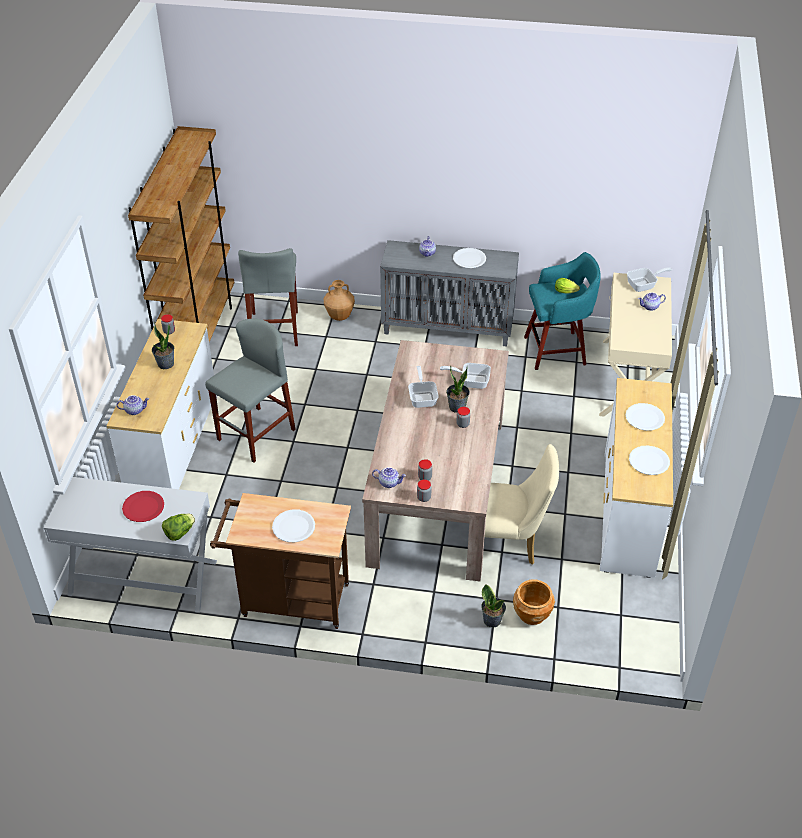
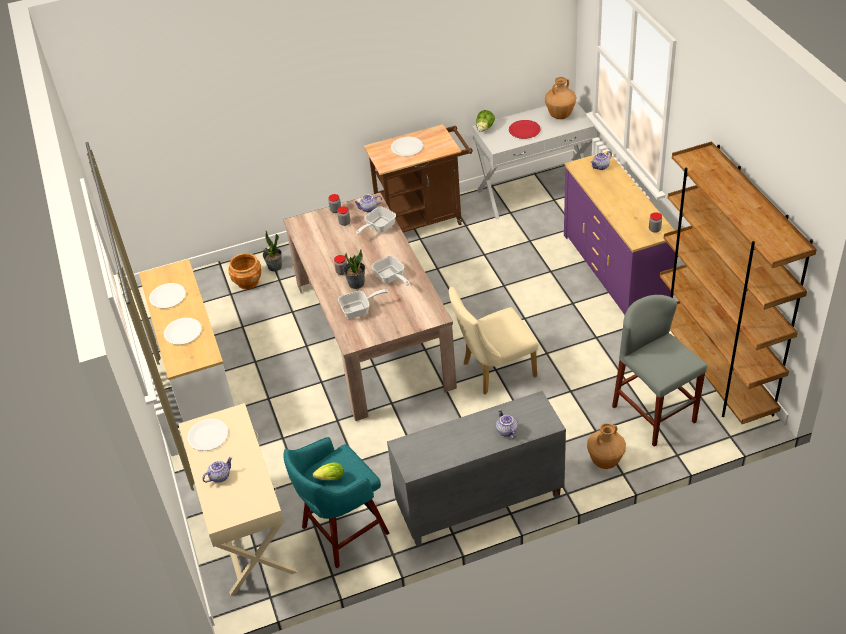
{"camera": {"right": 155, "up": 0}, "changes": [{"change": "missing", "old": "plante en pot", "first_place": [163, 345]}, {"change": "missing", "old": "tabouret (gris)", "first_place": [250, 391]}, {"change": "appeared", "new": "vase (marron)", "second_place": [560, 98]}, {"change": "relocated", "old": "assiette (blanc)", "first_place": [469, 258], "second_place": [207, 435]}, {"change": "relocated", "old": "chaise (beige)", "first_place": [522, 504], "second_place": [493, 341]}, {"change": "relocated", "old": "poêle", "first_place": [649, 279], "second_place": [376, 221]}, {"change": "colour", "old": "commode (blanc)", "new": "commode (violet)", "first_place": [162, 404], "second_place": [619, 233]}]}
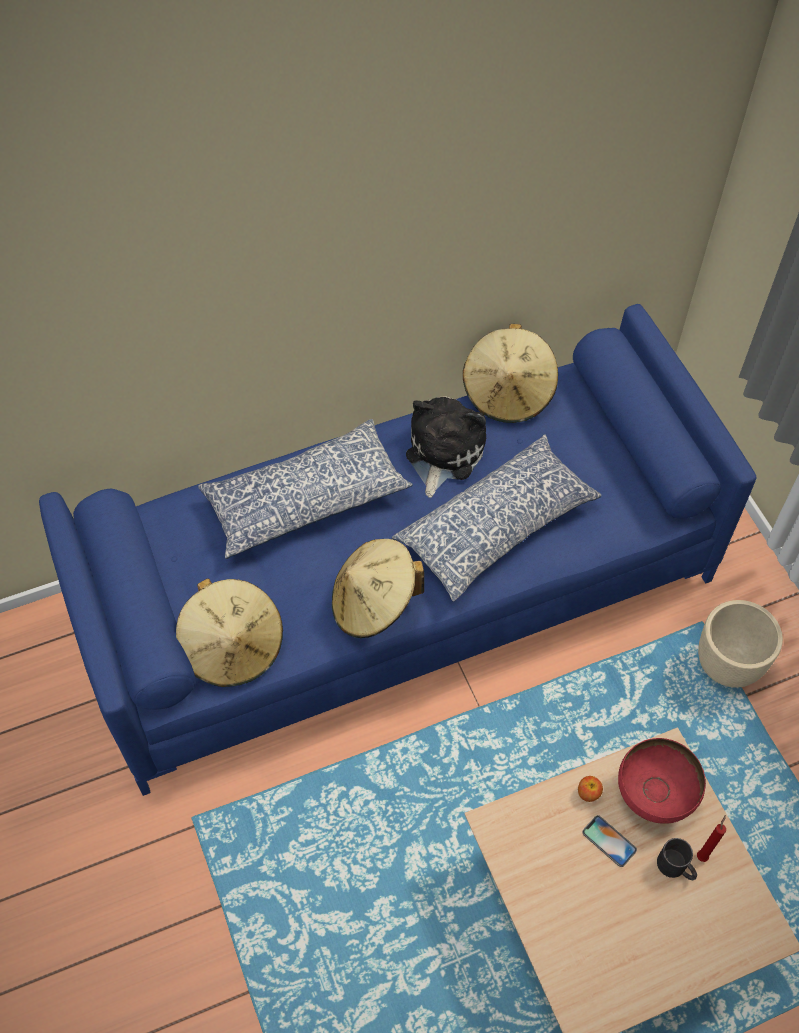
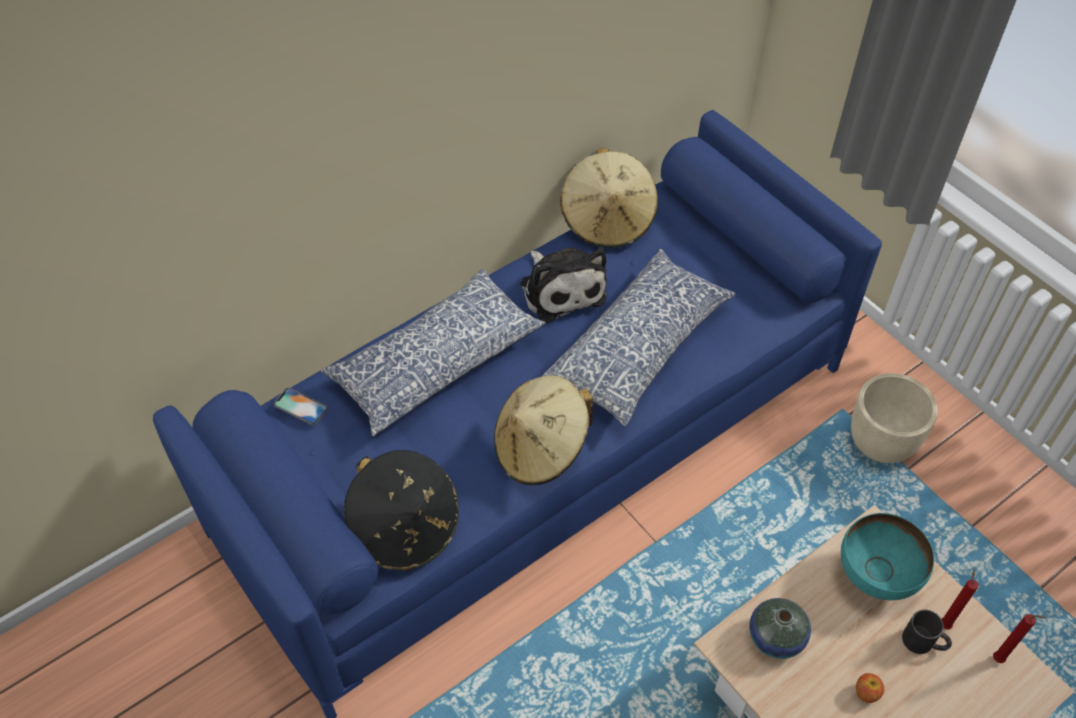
{"camera": {"right": -15, "up": -5}, "changes": [{"change": "appeared", "new": "vase", "second_place": [780, 628]}, {"change": "appeared", "new": "bougie (rouge)", "second_place": [1020, 638]}, {"change": "relocated", "old": "pomme", "first_place": [590, 789], "second_place": [870, 688]}, {"change": "relocated", "old": "téléphone", "first_place": [609, 841], "second_place": [301, 407]}, {"change": "colour", "old": "chapeau (beige)", "new": "chapeau (noir)", "first_place": [229, 633], "second_place": [401, 510]}, {"change": "colour", "old": "bol (rouge)", "new": "bol (turquoise)", "first_place": [662, 781], "second_place": [887, 556]}, {"change": "spun", "old": "peluche", "first_place": [446, 447], "second_place": [563, 285], "degrees": 150}]}
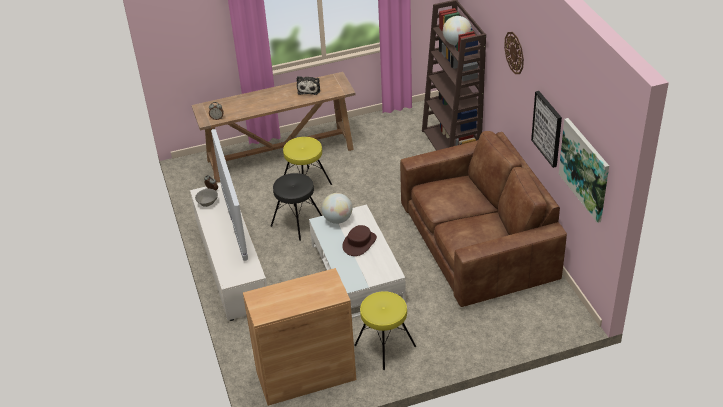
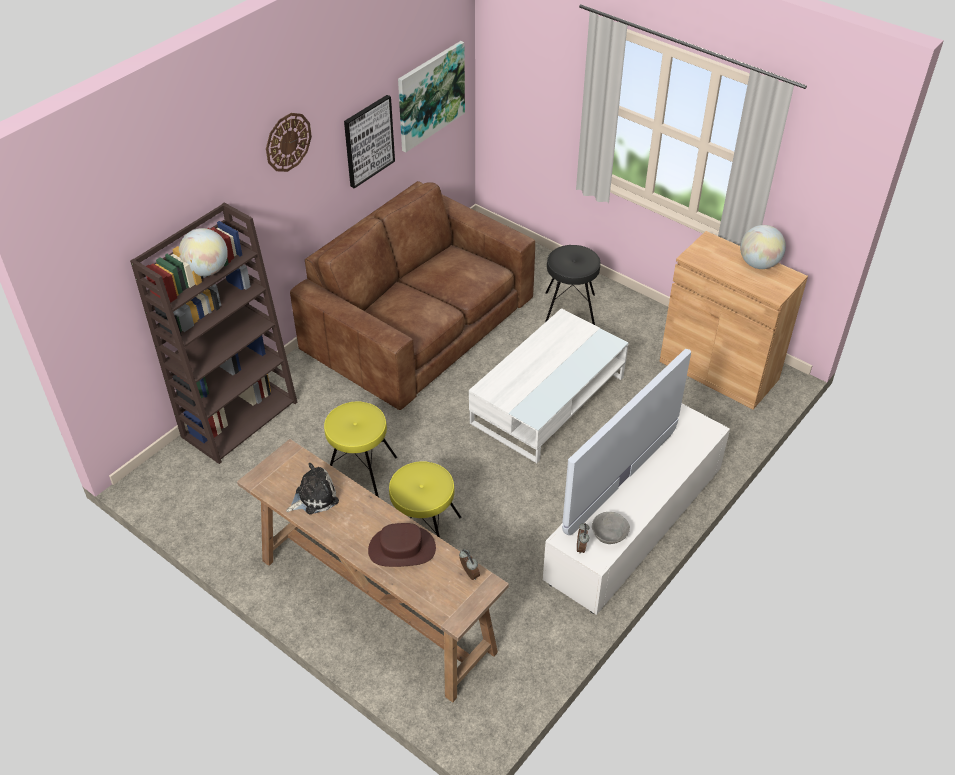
{"camera": {"right": -125, "up": 5}, "changes": [{"change": "relocated", "old": "tabouret (noir)", "first_place": [296, 207], "second_place": [572, 285]}, {"change": "relocated", "old": "globe", "first_place": [337, 208], "second_place": [763, 247]}, {"change": "relocated", "old": "chapeau (marron)", "first_place": [359, 240], "second_place": [402, 545]}, {"change": "relocated", "old": "tabouret (jaune)", "first_place": [385, 330], "second_place": [360, 449]}]}
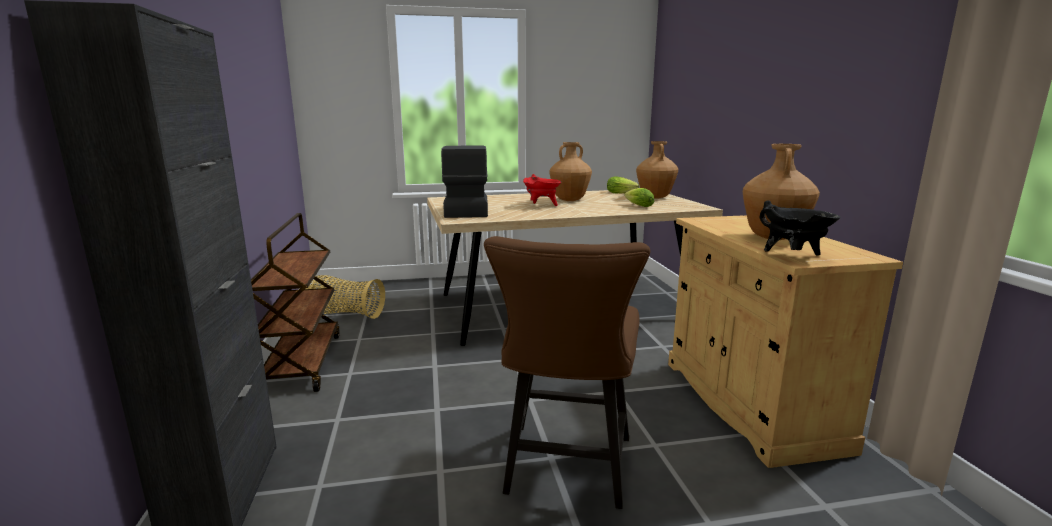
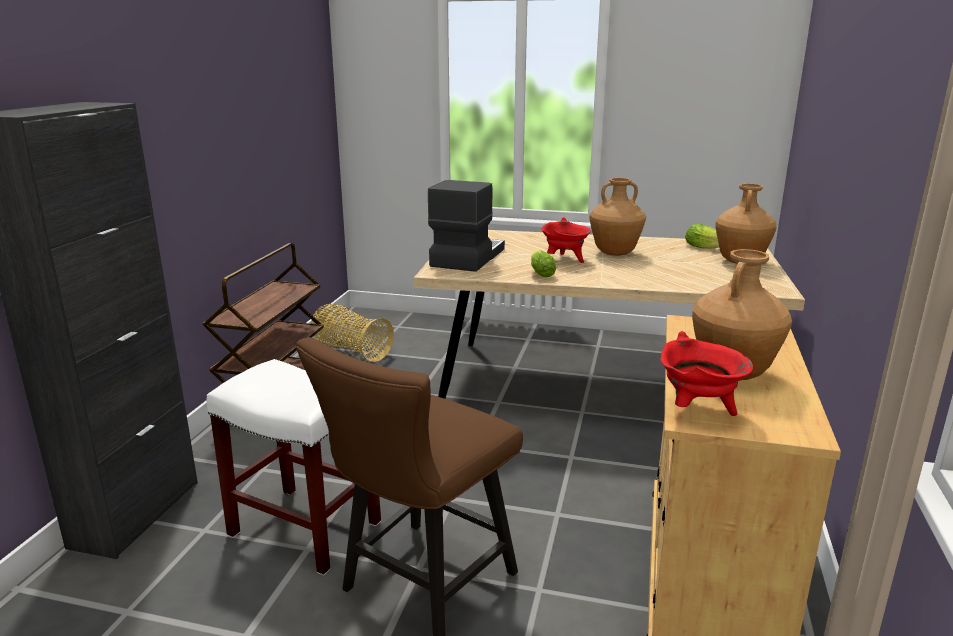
{"camera": {"right": 25, "up": 5}, "changes": [{"change": "appeared", "new": "tabouret (blanc)", "second_place": [294, 467]}, {"change": "relocated", "old": "laitue", "first_place": [639, 197], "second_place": [543, 263]}, {"change": "colour", "old": "marmite (noir)", "new": "marmite (rouge)", "first_place": [800, 228], "second_place": [706, 373]}]}
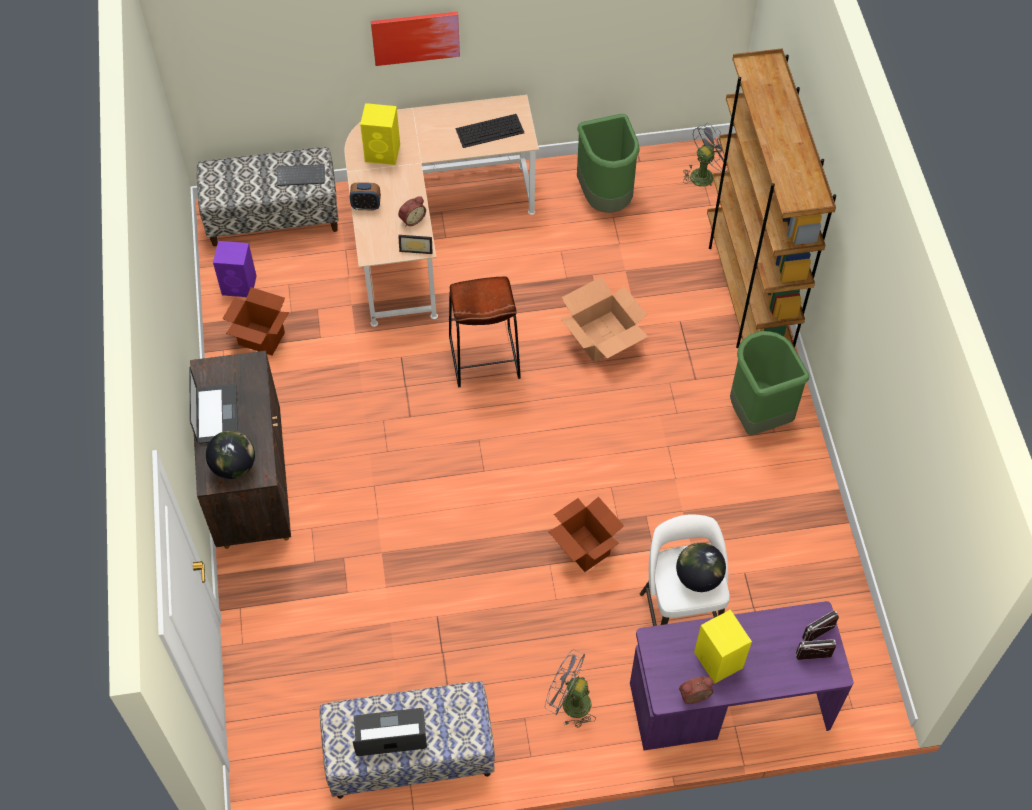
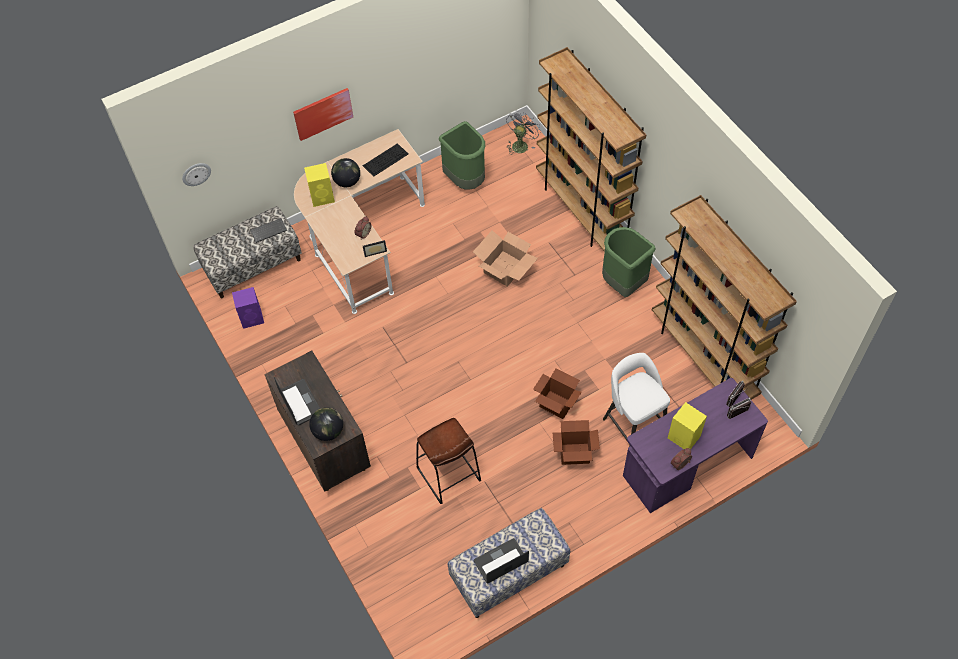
{"camera": {"right": -20, "up": 0}, "changes": [{"change": "missing", "old": "réveil", "first_place": [365, 196]}, {"change": "missing", "old": "ventilateur (gris)", "first_place": [570, 688]}, {"change": "appeared", "new": "horloge murale", "second_place": [196, 174]}, {"change": "appeared", "new": "bibliothèque (marron)", "second_place": [724, 297]}, {"change": "relocated", "old": "carton", "first_place": [255, 321], "second_place": [576, 442]}, {"change": "relocated", "old": "tabouret (marron)", "first_place": [485, 332], "second_place": [448, 461]}, {"change": "relocated", "old": "globe", "first_place": [701, 567], "second_place": [345, 172]}]}
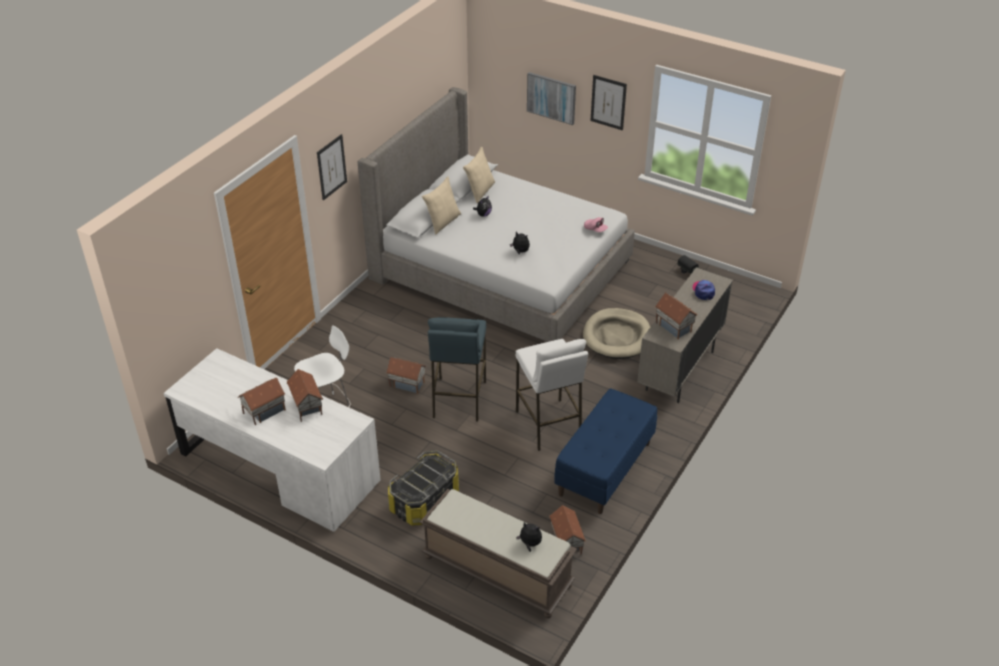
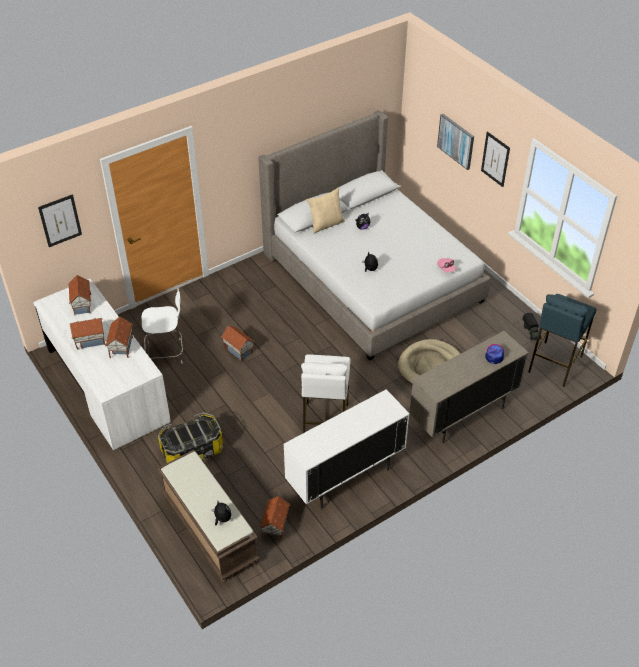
{"camera": {"right": 25, "up": 5}, "changes": [{"change": "missing", "old": "coussin (beige)", "first_place": [479, 175]}, {"change": "relocated", "old": "tableau", "first_place": [332, 167], "second_place": [60, 220]}, {"change": "relocated", "old": "tabouret (bleu)", "first_place": [457, 369], "second_place": [562, 340]}, {"change": "relocated", "old": "maison miniature", "first_place": [676, 316], "second_place": [79, 295]}, {"change": "exchanged", "old": "banc (bleu)", "new": "meuble de rangement (blanc)", "first_place": [605, 451], "second_place": [346, 448]}]}
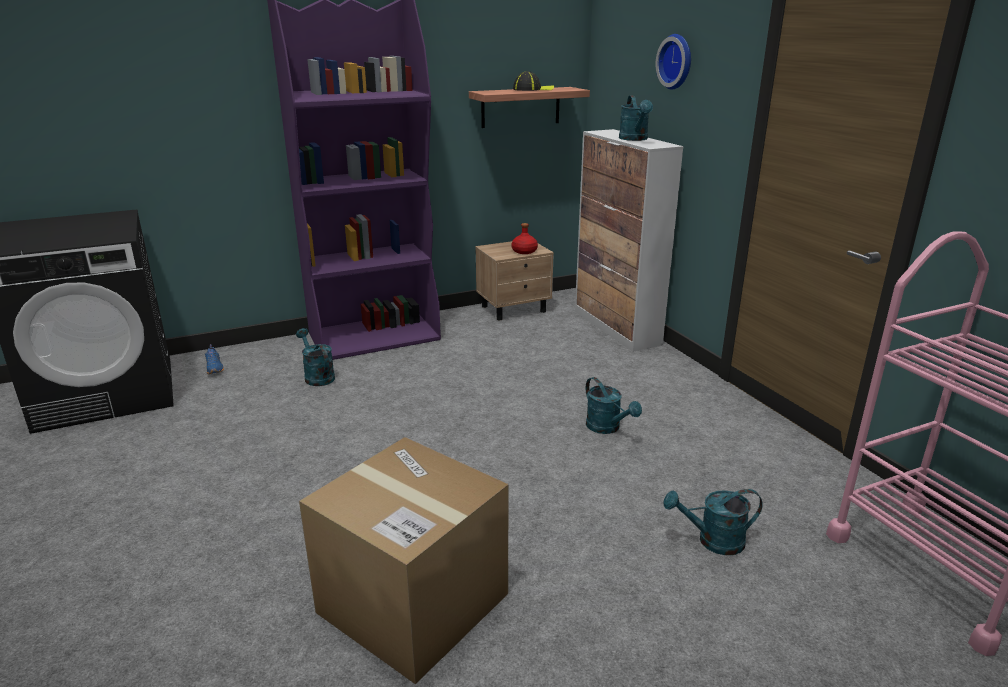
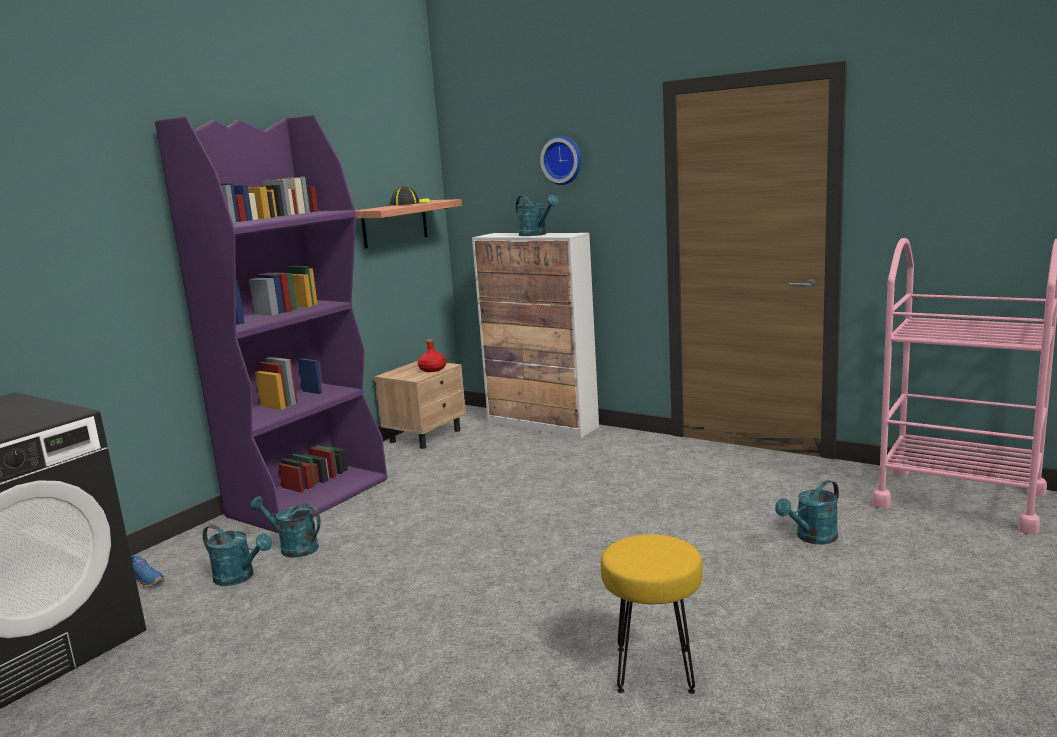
{"camera": {"right": -30, "up": -10}, "changes": [{"change": "relocated", "old": "arrosoir (turquoise)", "first_place": [614, 405], "second_place": [237, 555]}, {"change": "exchanged", "old": "carton", "new": "tabouret (jaune)", "first_place": [404, 560], "second_place": [652, 614]}]}
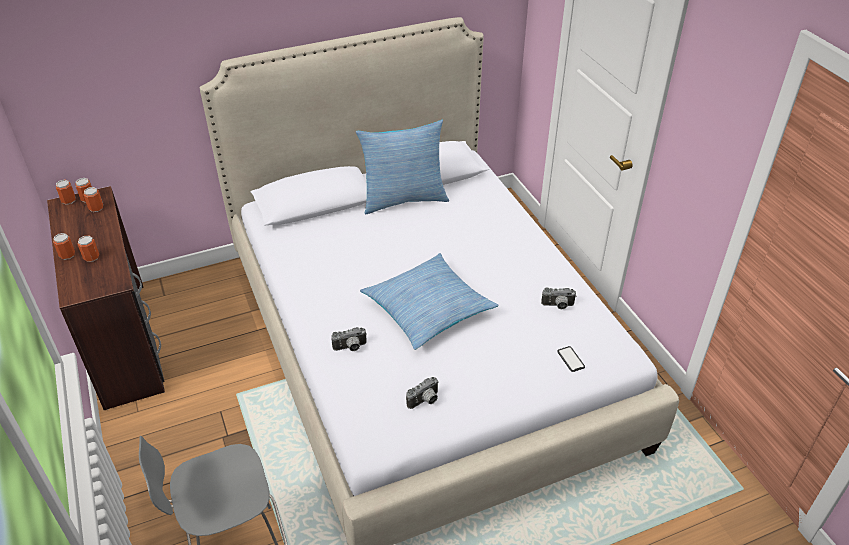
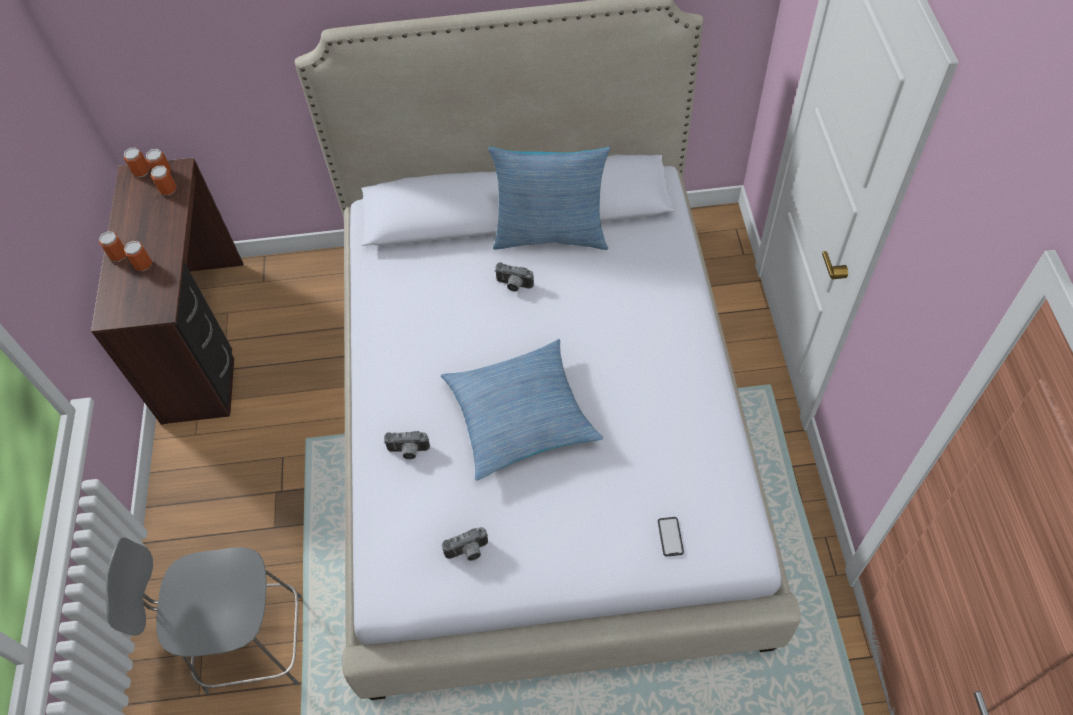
{"camera": {"right": 20, "up": 15}, "changes": [{"change": "relocated", "old": "appareil photo", "first_place": [558, 298], "second_place": [514, 277]}]}
